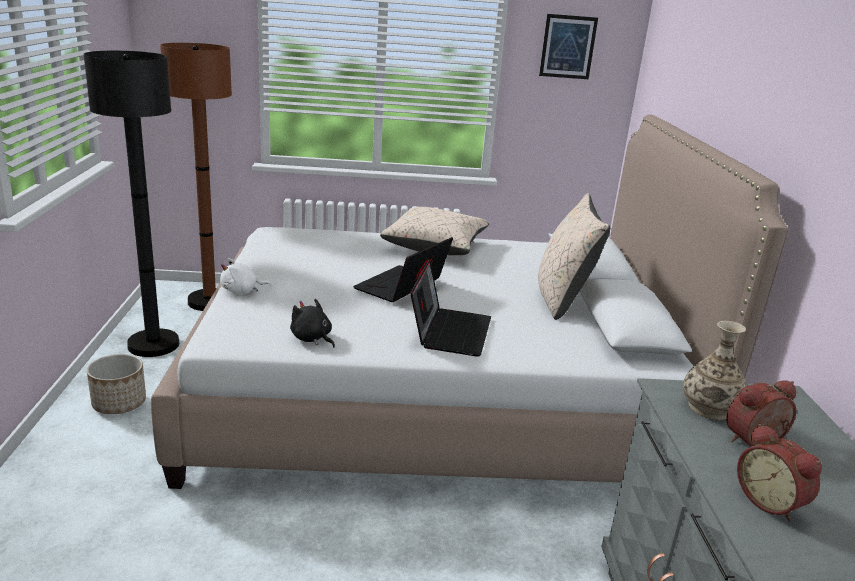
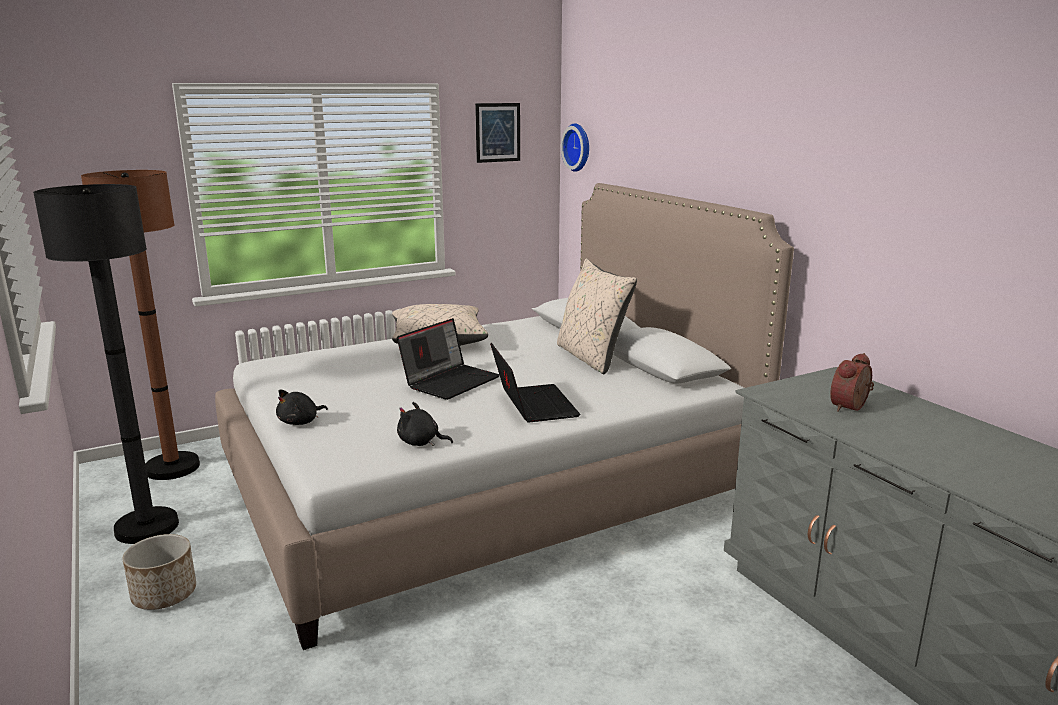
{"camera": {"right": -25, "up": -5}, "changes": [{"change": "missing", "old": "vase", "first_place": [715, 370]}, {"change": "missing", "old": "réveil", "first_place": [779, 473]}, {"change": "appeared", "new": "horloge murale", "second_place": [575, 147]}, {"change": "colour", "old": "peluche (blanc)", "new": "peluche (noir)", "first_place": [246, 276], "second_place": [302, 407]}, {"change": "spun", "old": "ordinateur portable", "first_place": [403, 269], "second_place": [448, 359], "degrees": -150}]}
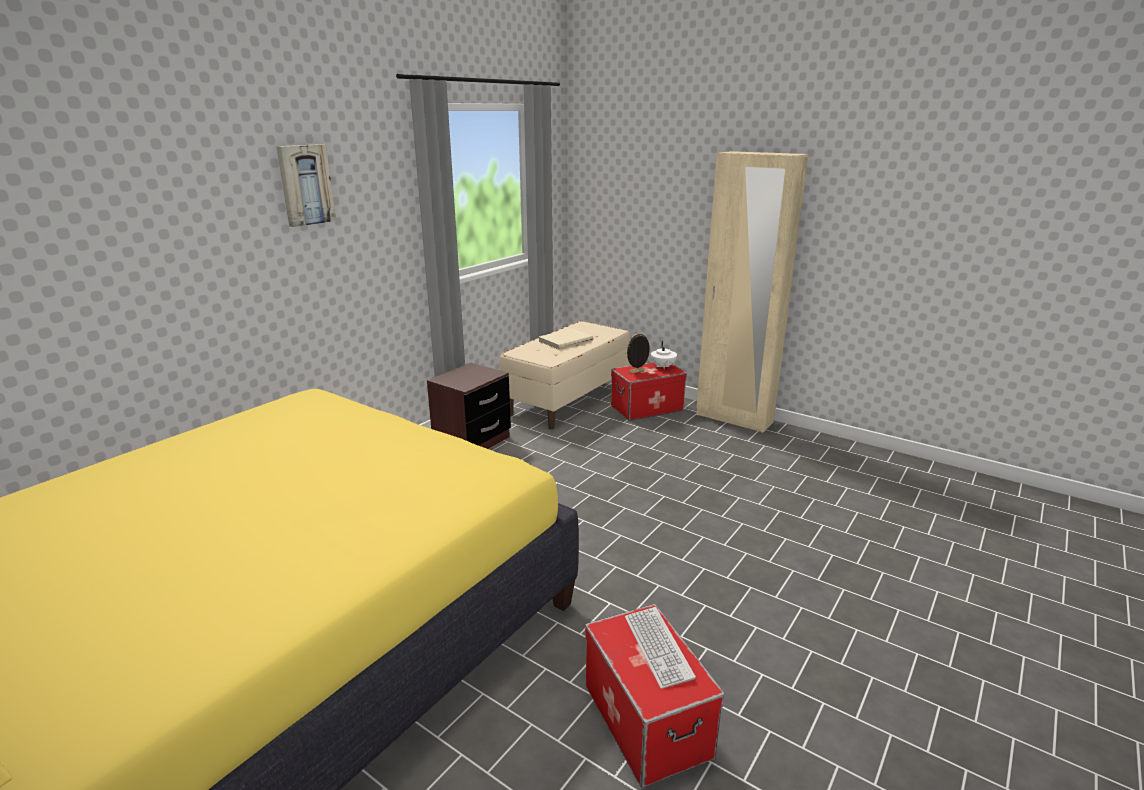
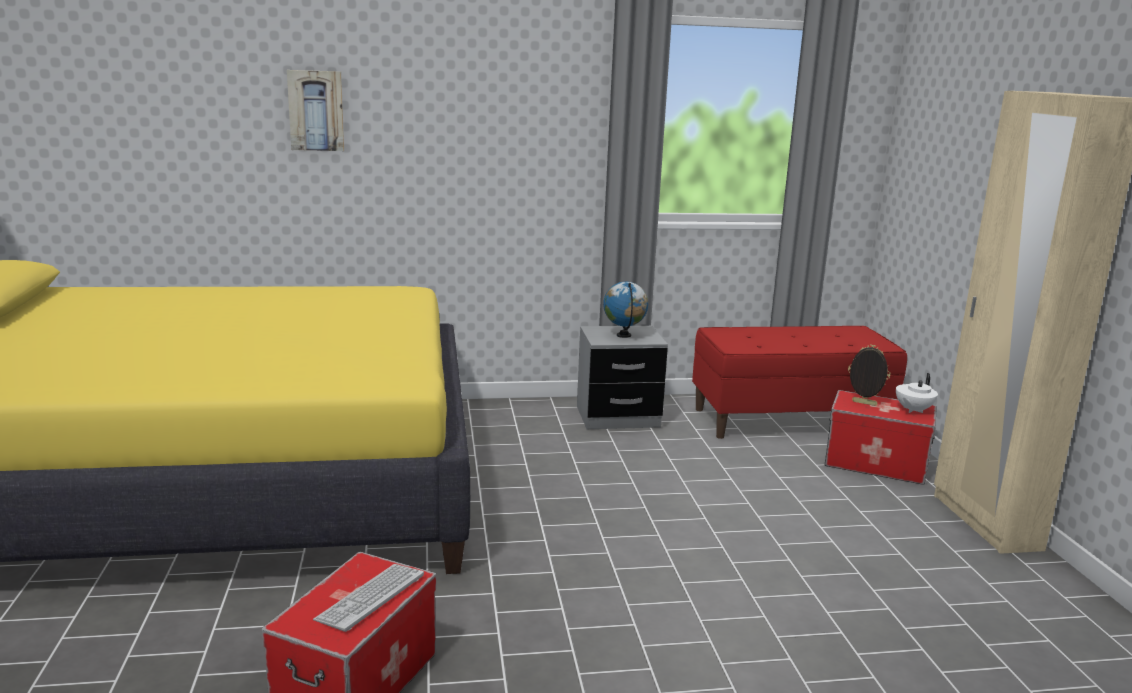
{"camera": {"right": 45, "up": -5}, "changes": [{"change": "missing", "old": "livre (beige)", "first_place": [566, 339]}, {"change": "appeared", "new": "globe", "second_place": [625, 310]}, {"change": "relocated", "old": "tableau", "first_place": [306, 185], "second_place": [315, 110]}, {"change": "colour", "old": "table de chevet (marron)", "new": "table de chevet (gris)", "first_place": [469, 406], "second_place": [622, 377]}, {"change": "colour", "old": "banc (beige)", "new": "banc (rouge)", "first_place": [564, 375], "second_place": [799, 382]}]}
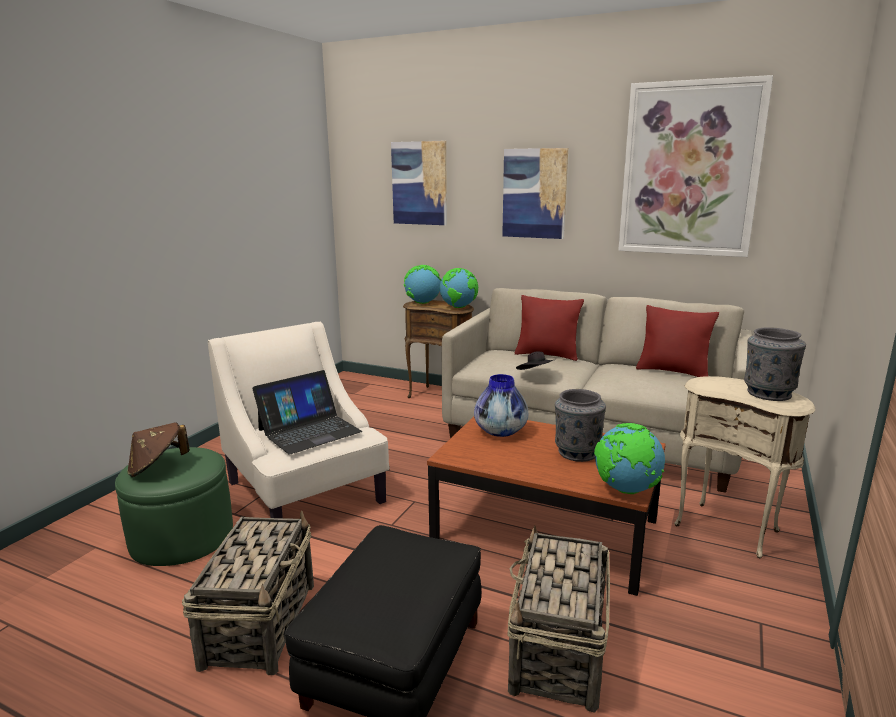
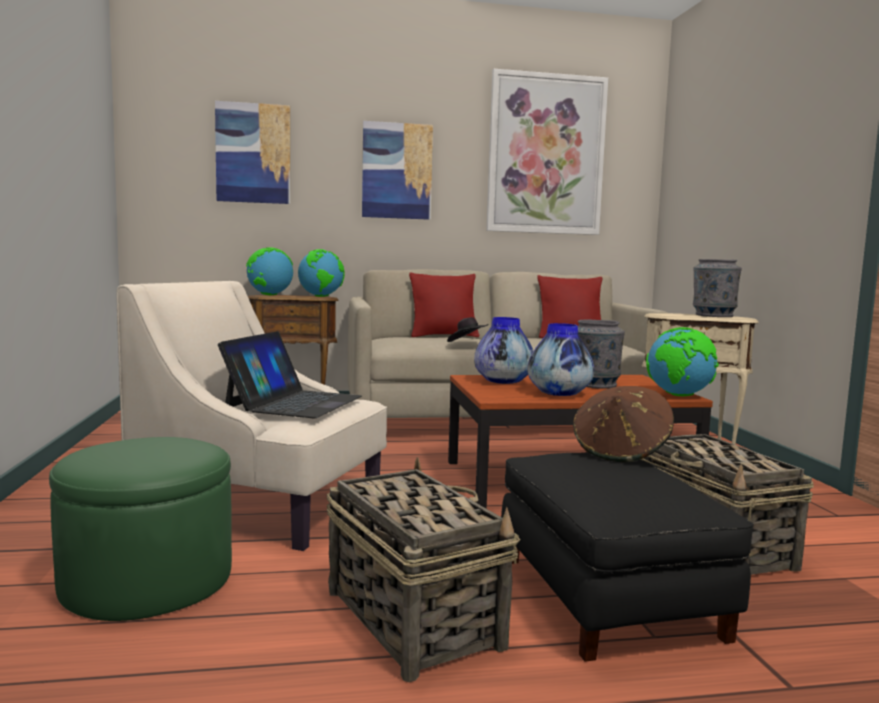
{"camera": {"right": -35, "up": -10}, "changes": [{"change": "appeared", "new": "vase", "second_place": [560, 359]}, {"change": "relocated", "old": "chapeau (marron)", "first_place": [158, 450], "second_place": [623, 424]}]}
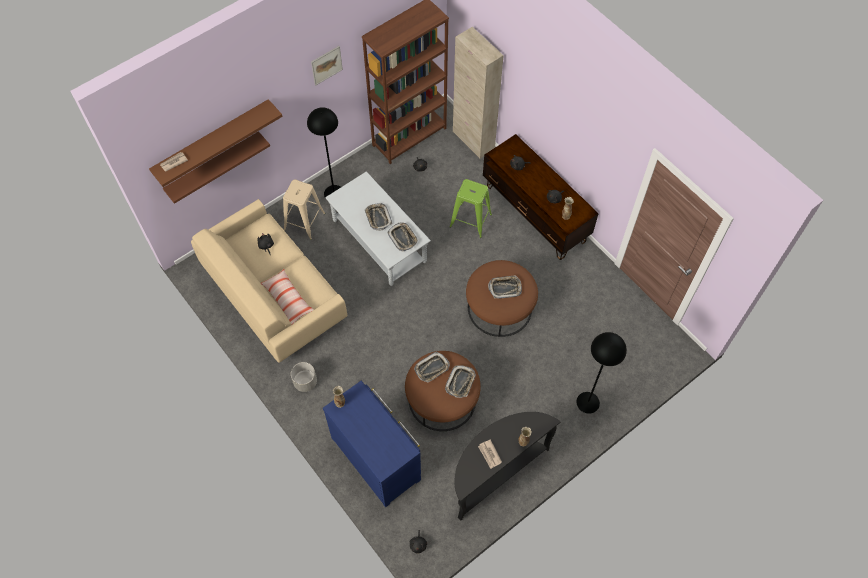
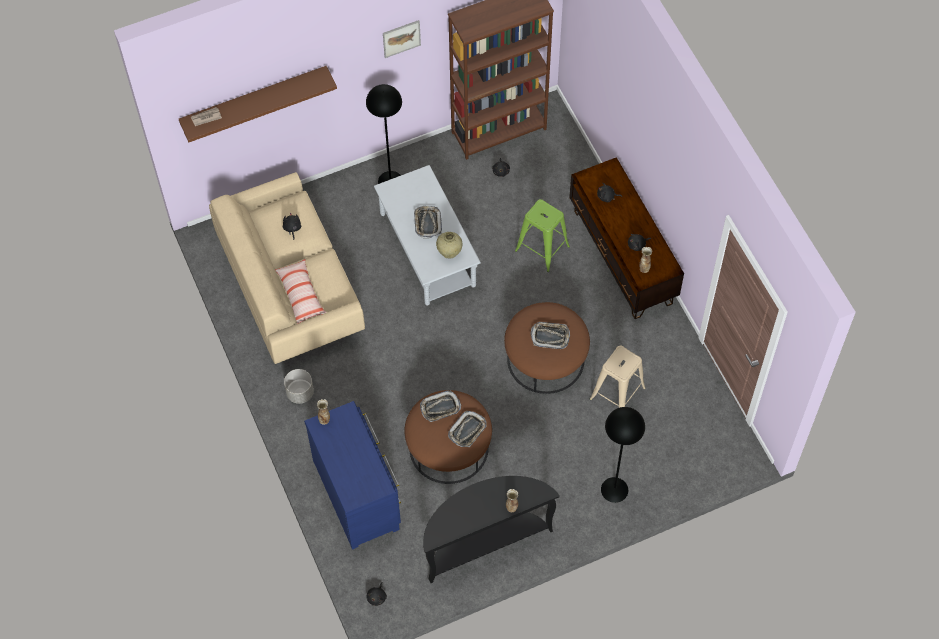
{"camera": {"right": 15, "up": 0}, "changes": [{"change": "missing", "old": "étagère (marron)", "first_place": [216, 167]}, {"change": "missing", "old": "meuble de rangement (beige)", "first_place": [478, 92]}, {"change": "missing", "old": "journal", "first_place": [490, 454]}, {"change": "relocated", "old": "tabouret (beige)", "first_place": [304, 209], "second_place": [618, 377]}, {"change": "exchanged", "old": "plateau", "new": "vase (beige)", "first_place": [402, 236], "second_place": [449, 245]}]}
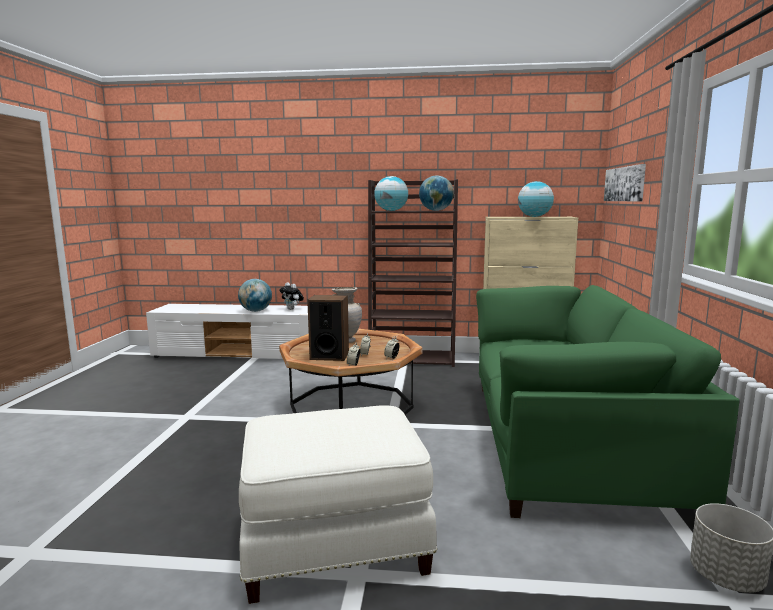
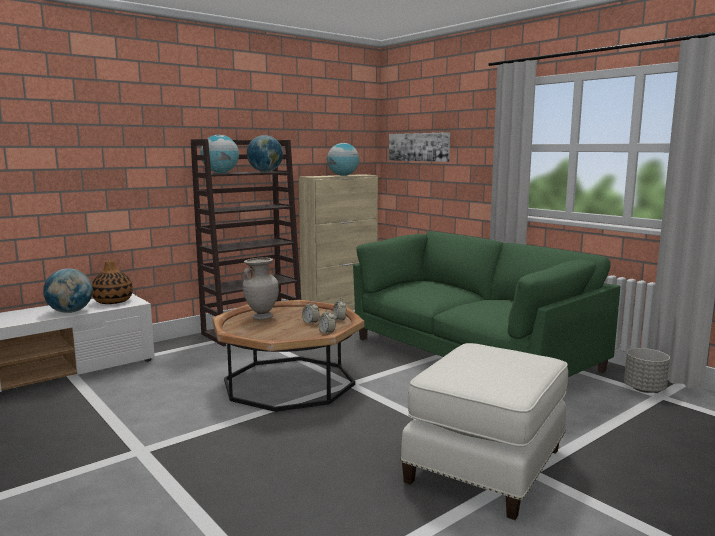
{"camera": {"right": -45, "up": 0}, "changes": [{"change": "missing", "old": "enceinte", "first_place": [328, 328]}, {"change": "exchanged", "old": "peluche", "new": "vase", "first_place": [291, 296], "second_place": [112, 282]}]}
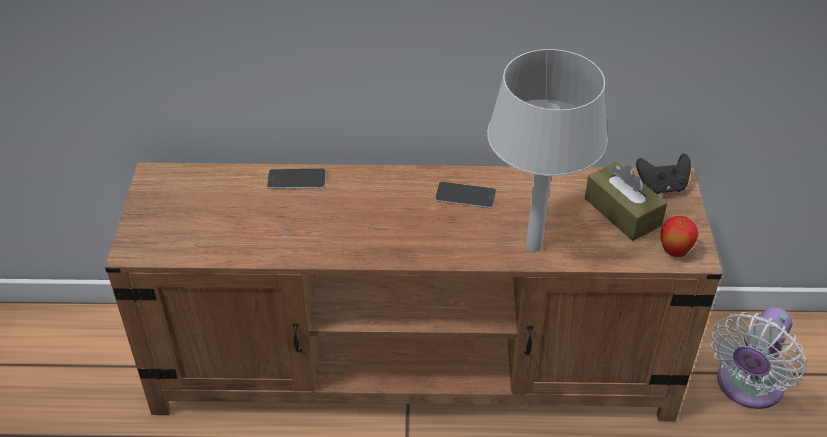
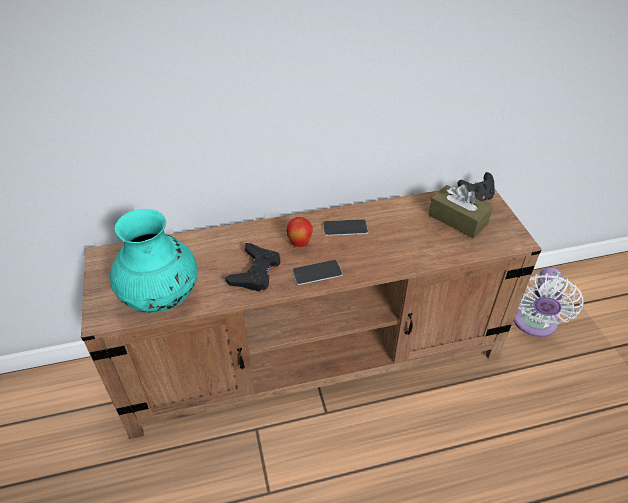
{"camera": {"right": -15, "up": 0}, "changes": [{"change": "missing", "old": "lampe de table (gris)", "first_place": [547, 150]}, {"change": "appeared", "new": "vase (turquoise)", "second_place": [153, 261]}, {"change": "appeared", "new": "manette (noir)", "second_place": [252, 267]}, {"change": "relocated", "old": "téléphone", "first_place": [296, 179], "second_place": [317, 272]}, {"change": "relocated", "old": "pomme", "first_place": [679, 236], "second_place": [299, 232]}]}
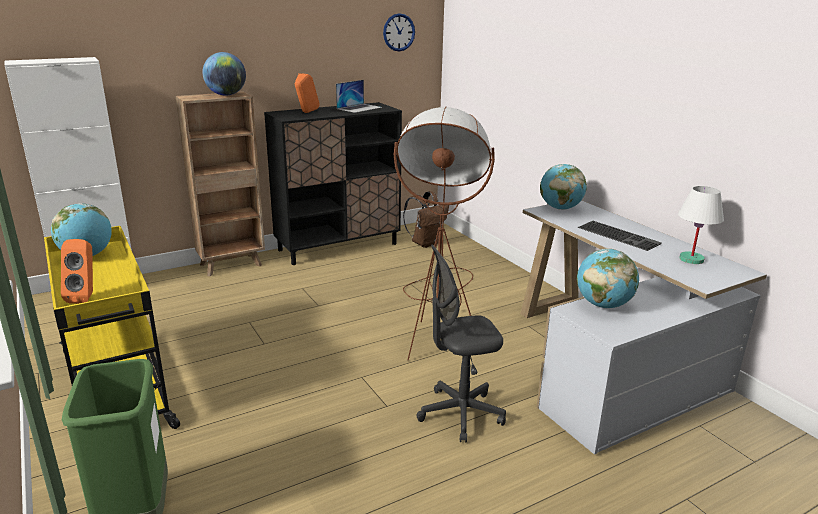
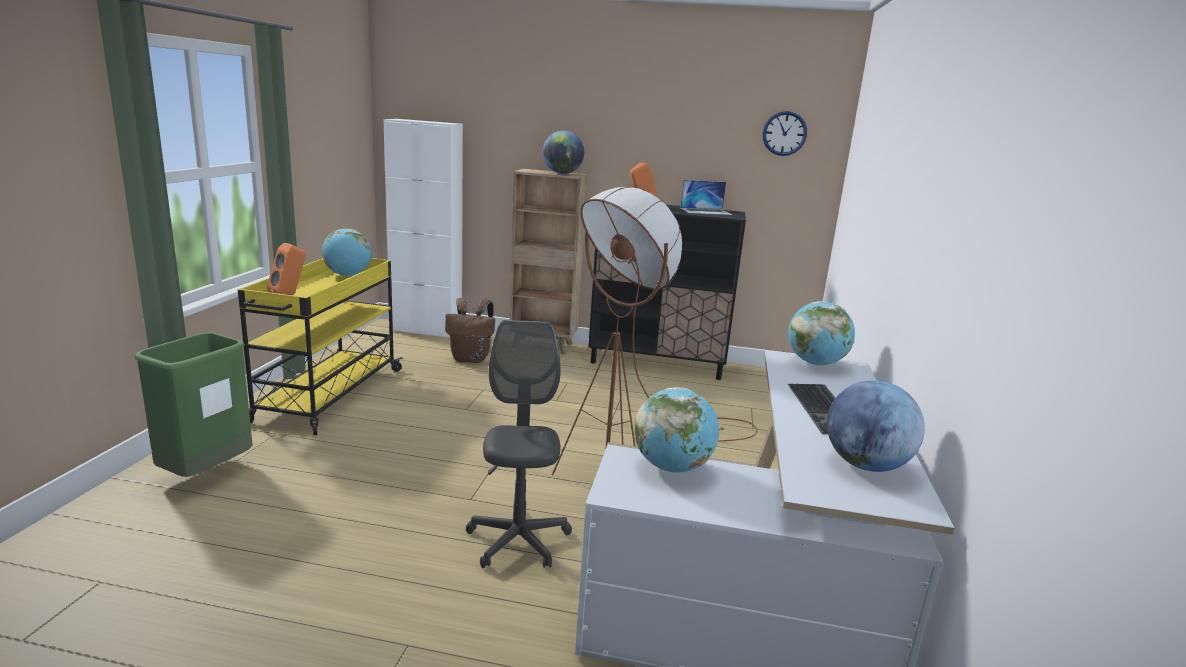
{"camera": {"right": 40, "up": -5}, "changes": [{"change": "relocated", "old": "sac à dos (marron)", "first_place": [426, 219], "second_place": [470, 330]}, {"change": "exchanged", "old": "lampe de table (blanc)", "new": "globe", "first_place": [701, 225], "second_place": [876, 426]}, {"change": "spun", "old": "chaise de bureau (gris)", "first_place": [461, 343], "second_place": [519, 444], "degrees": 60}]}
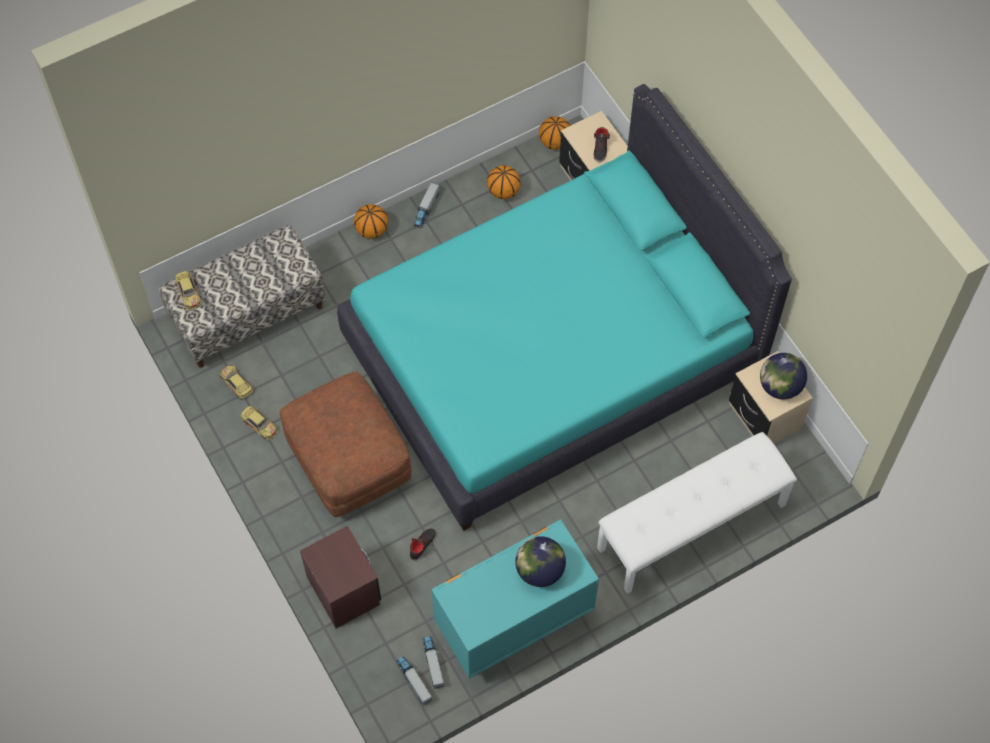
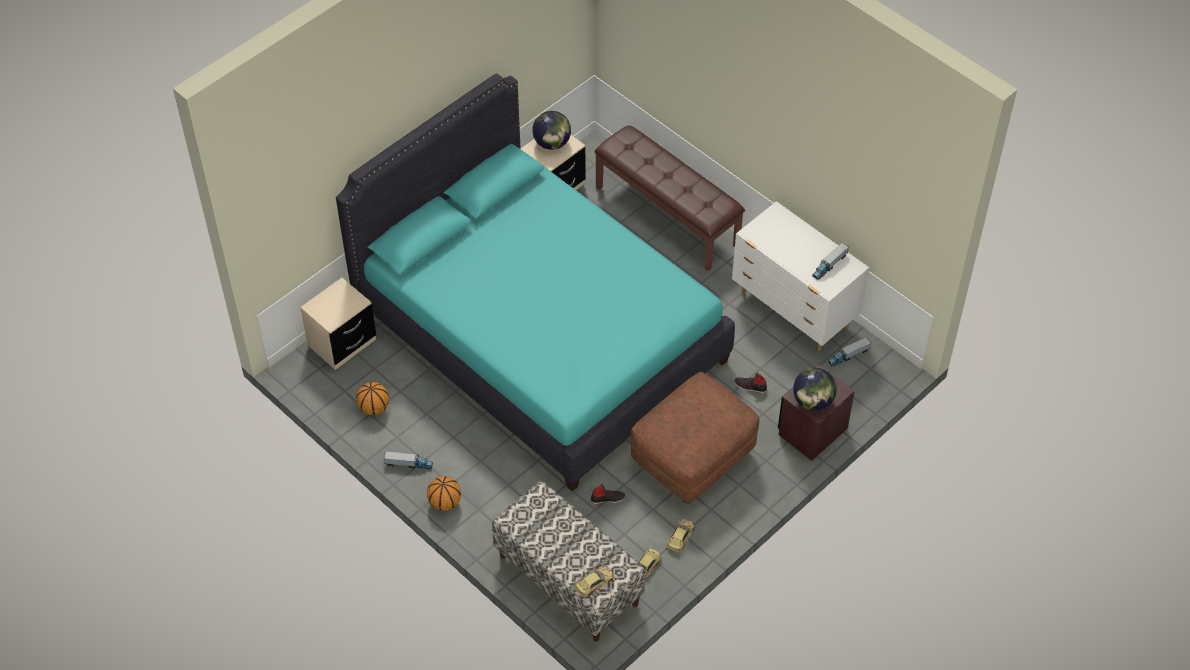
{"camera": {"right": -105, "up": -10}, "changes": [{"change": "missing", "old": "ballon de basket", "first_place": [554, 133]}, {"change": "relocated", "old": "camion jouet", "first_place": [414, 681], "second_place": [830, 261]}, {"change": "relocated", "old": "globe", "first_place": [540, 561], "second_place": [815, 389]}, {"change": "relocated", "old": "chaussure (noir)", "first_place": [601, 144], "second_place": [608, 494]}, {"change": "colour", "old": "commode (turquoise)", "new": "commode (blanc)", "first_place": [515, 599], "second_place": [800, 276]}, {"change": "colour", "old": "banc (blanc)", "new": "banc (marron)", "first_place": [697, 513], "second_place": [669, 198]}]}
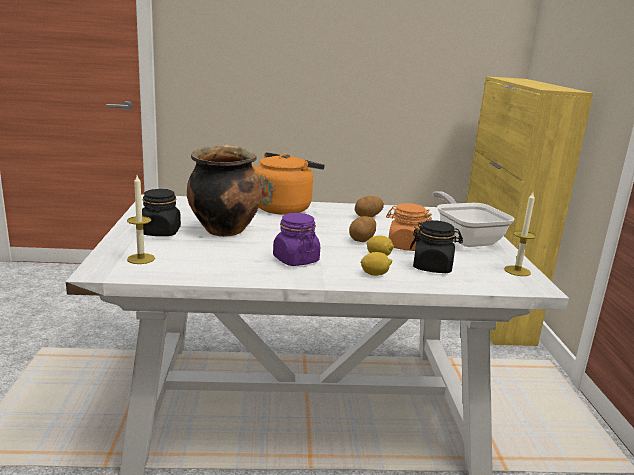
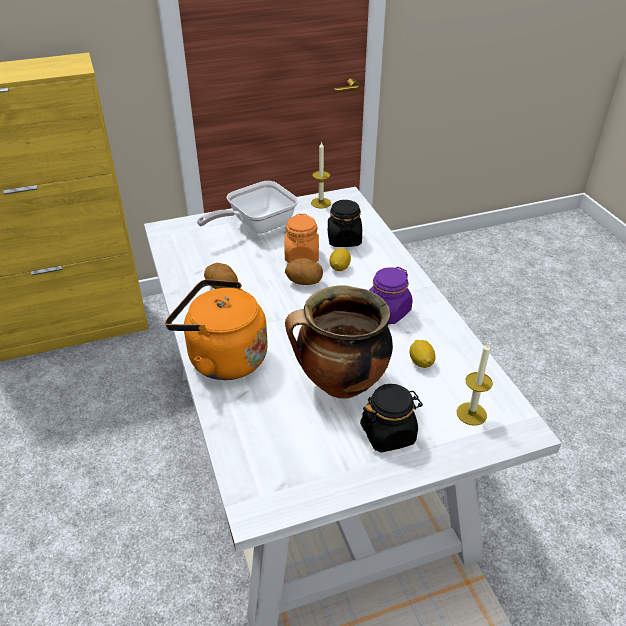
{"camera": {"right": -105, "up": 20}, "changes": [{"change": "relocated", "old": "citron", "first_place": [376, 264], "second_place": [423, 354]}]}
